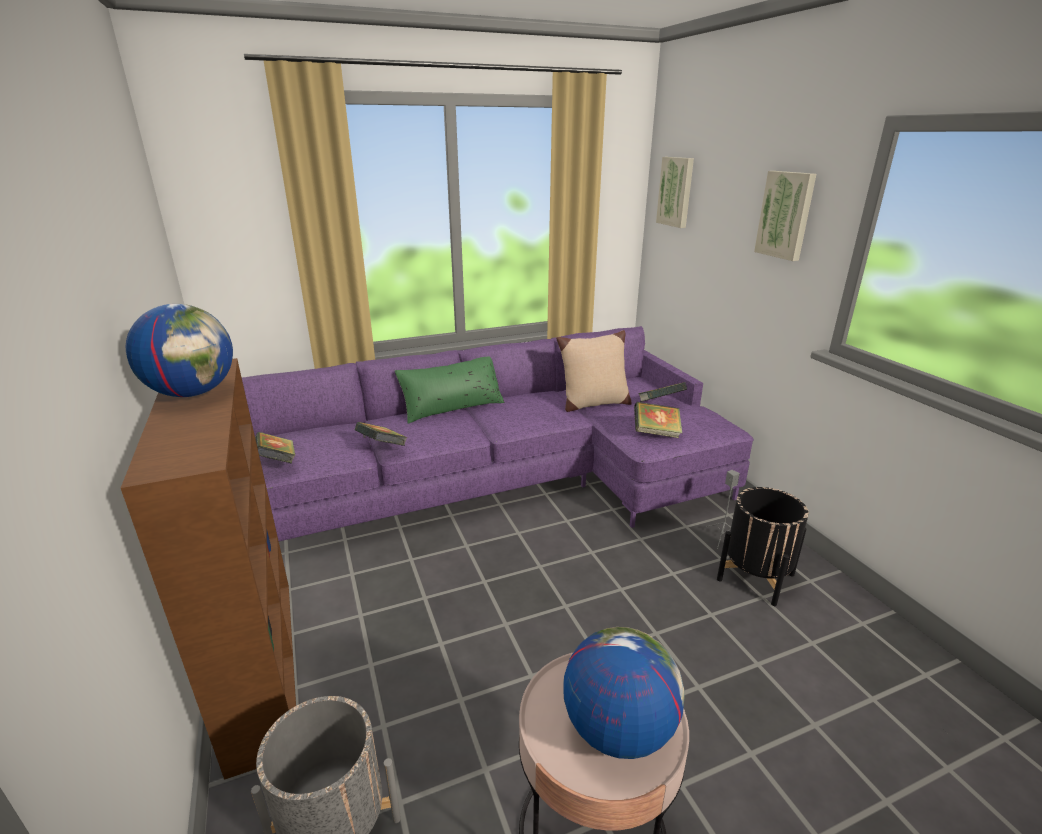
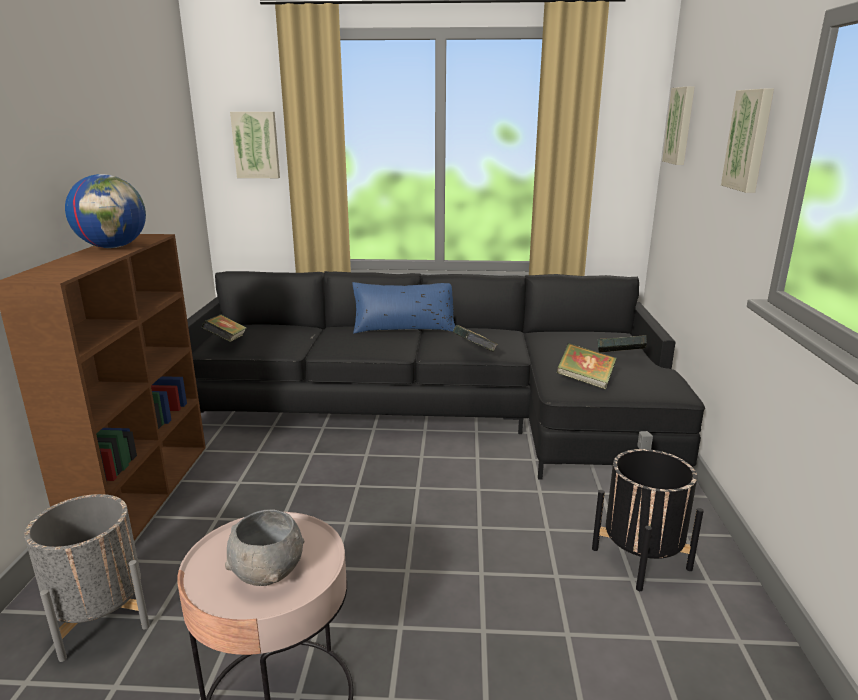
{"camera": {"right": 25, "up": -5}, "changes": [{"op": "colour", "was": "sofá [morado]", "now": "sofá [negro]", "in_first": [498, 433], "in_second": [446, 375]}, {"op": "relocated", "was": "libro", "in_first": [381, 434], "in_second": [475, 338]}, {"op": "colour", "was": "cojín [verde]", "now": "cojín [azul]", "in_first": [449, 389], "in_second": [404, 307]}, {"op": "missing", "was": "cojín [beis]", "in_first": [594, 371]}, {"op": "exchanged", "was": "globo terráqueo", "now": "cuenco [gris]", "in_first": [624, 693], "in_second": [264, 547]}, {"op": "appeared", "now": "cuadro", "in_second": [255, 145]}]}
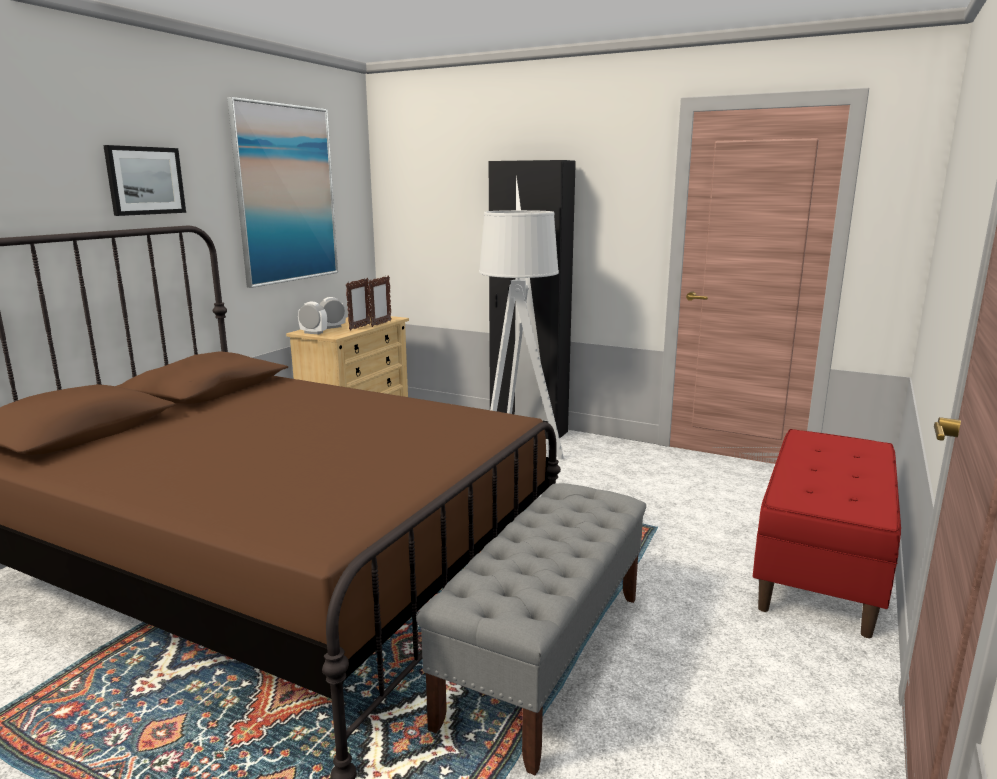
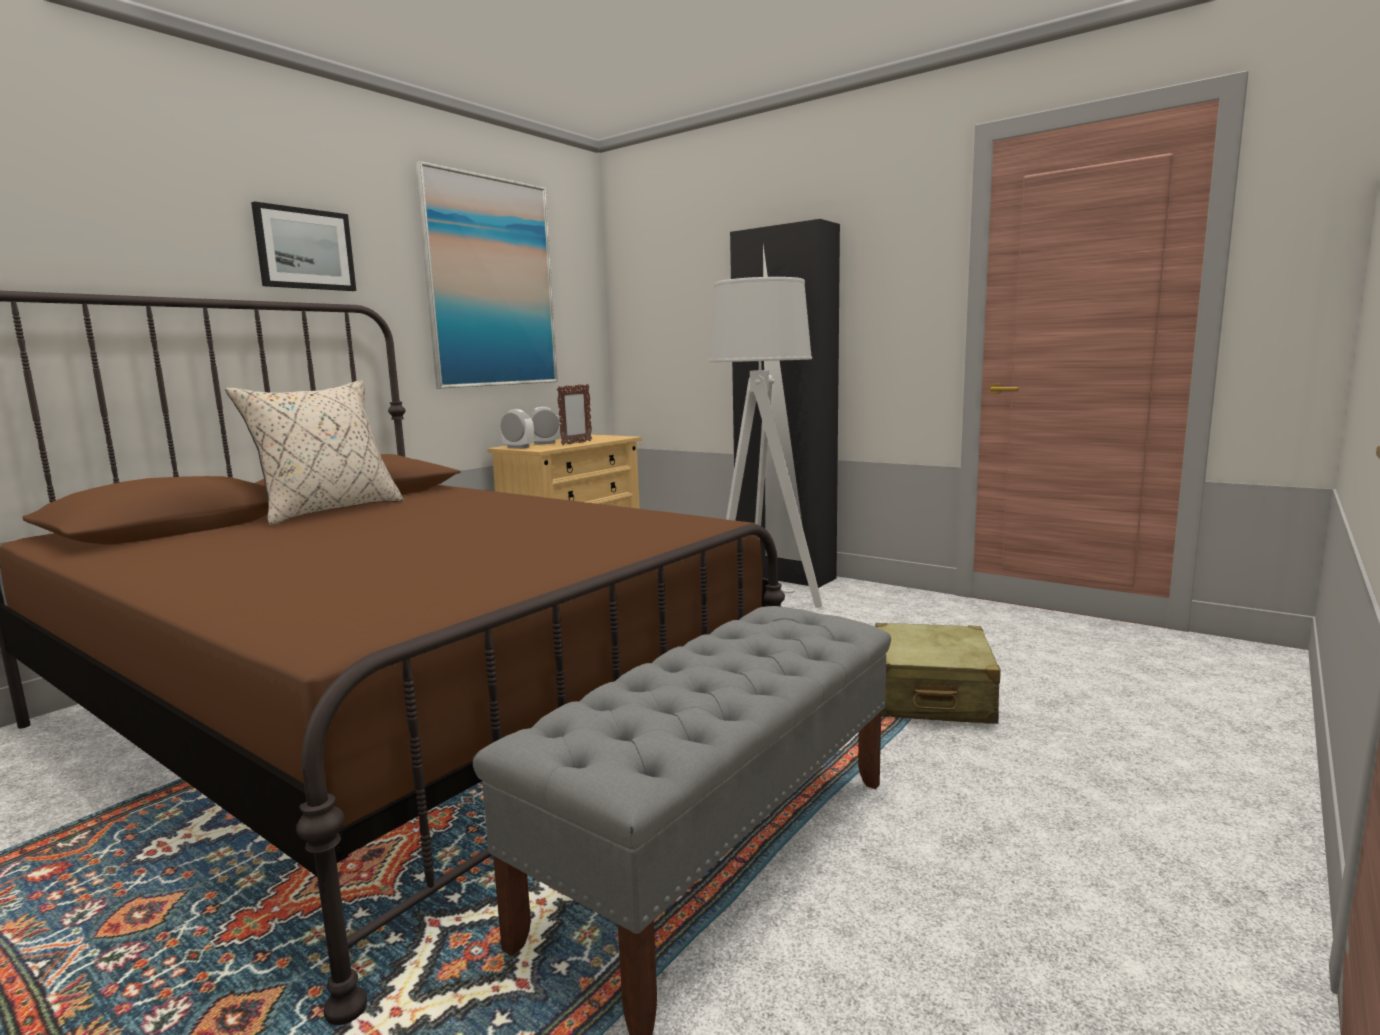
{"camera": {"right": 10, "up": -5}, "changes": [{"op": "missing", "was": "portarretratos", "in_first": [380, 301]}, {"op": "missing", "was": "banco [rojo]", "in_first": [827, 533]}, {"op": "appeared", "now": "cojín [beis]", "in_second": [314, 452]}, {"op": "appeared", "now": "maleta [beis]", "in_second": [938, 673]}]}
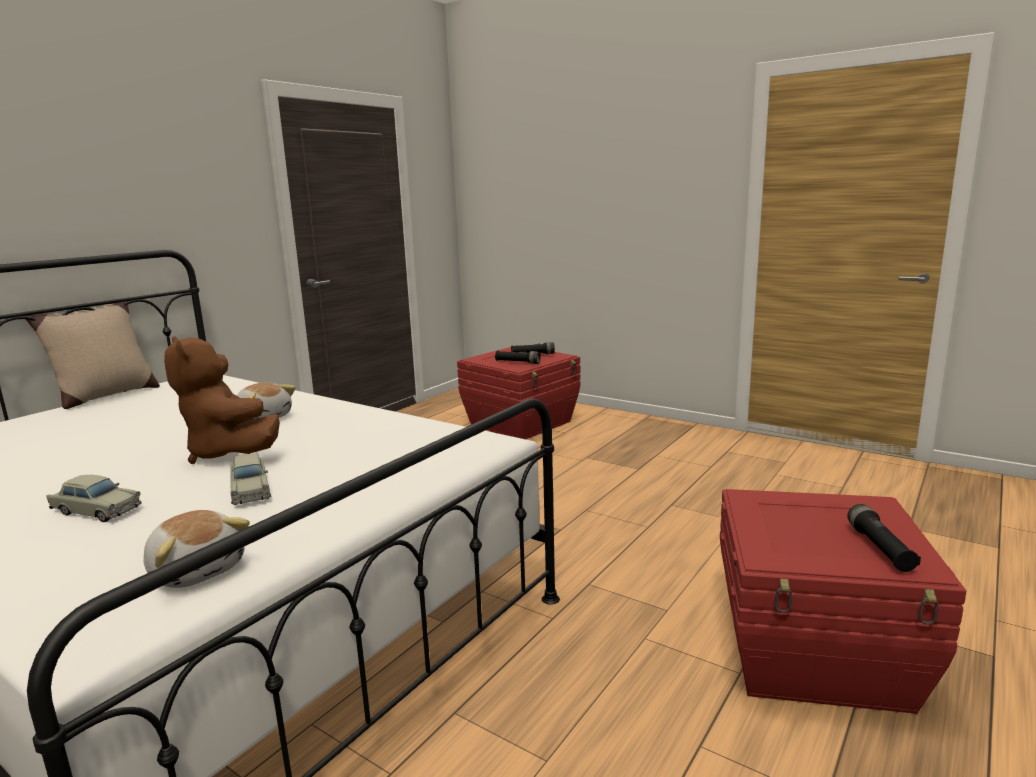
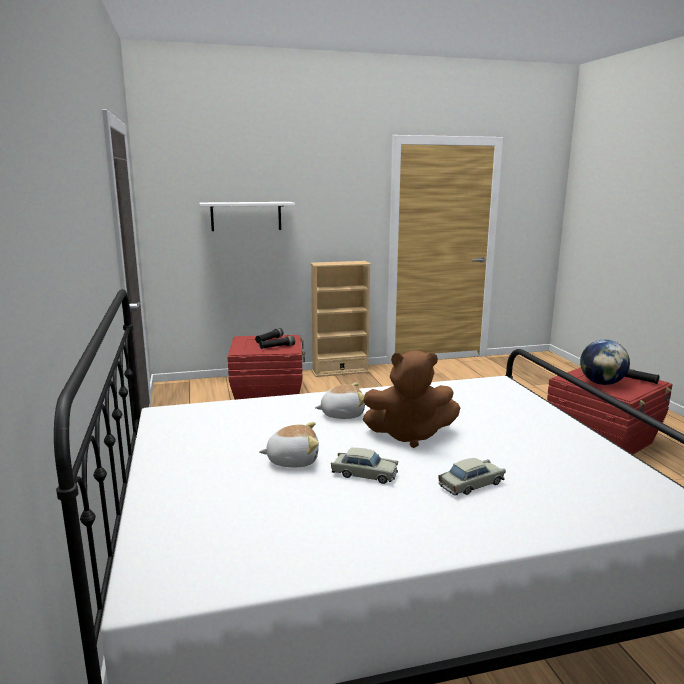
{"camera": {"right": -50, "up": 0}, "changes": [{"op": "missing", "was": "cojín [beis]", "in_first": [93, 355]}, {"op": "relocated", "was": "peluche", "in_first": [196, 549], "in_second": [289, 444]}, {"op": "relocated", "was": "coche de juguete [beis]", "in_first": [250, 479], "in_second": [364, 466]}, {"op": "appeared", "now": "estante [blanco]", "in_second": [247, 216]}, {"op": "appeared", "now": "estantería [beis]", "in_second": [340, 319]}, {"op": "appeared", "now": "globo terráqueo", "in_second": [605, 362]}]}
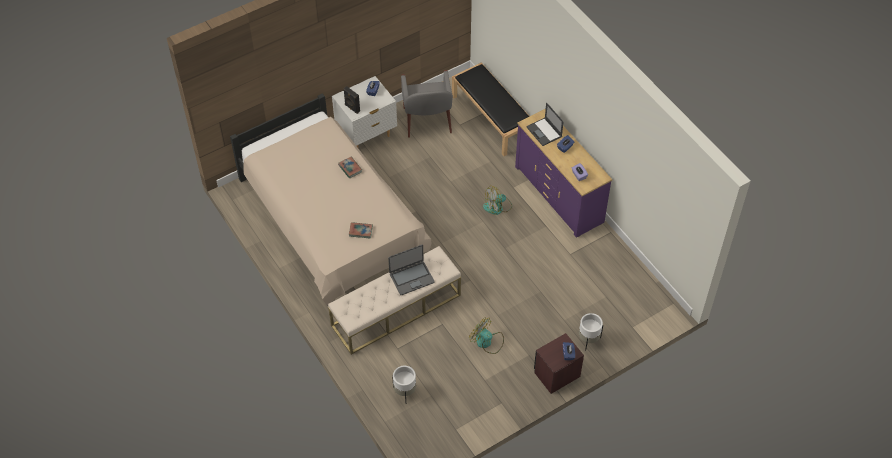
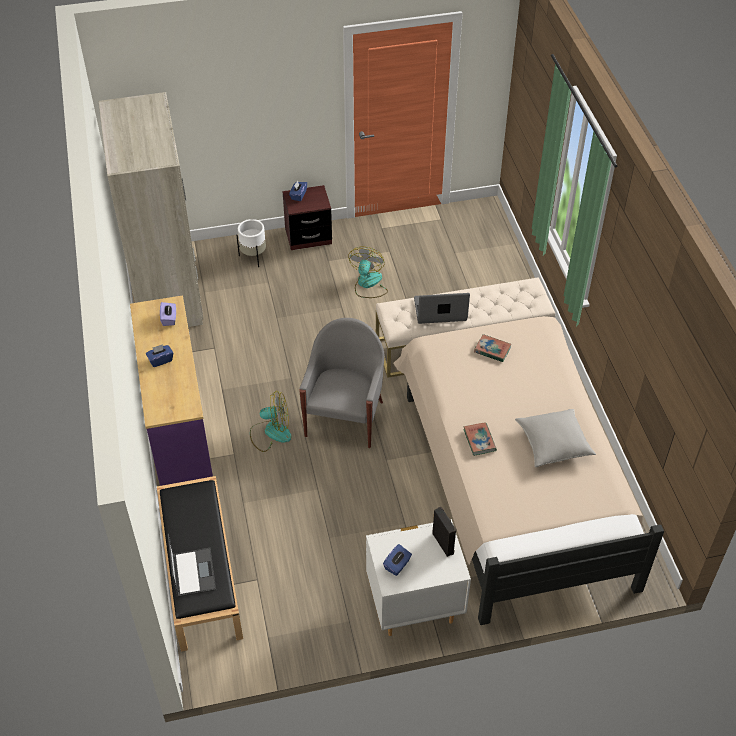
{"camera": {"right": -160, "up": -5}, "changes": [{"op": "missing", "was": "maceta [blanco]", "in_first": [404, 383]}, {"op": "relocated", "was": "sillón [gris]", "in_first": [427, 104], "in_second": [342, 383]}, {"op": "spun", "was": "ventilador", "in_first": [486, 335], "in_second": [368, 272], "clockwise": -135}, {"op": "relocated", "was": "portátil", "in_first": [545, 124], "in_second": [192, 565]}, {"op": "appeared", "now": "armario ropero [beis]", "in_second": [151, 209]}, {"op": "appeared", "now": "cojín [gris]", "in_second": [555, 438]}]}
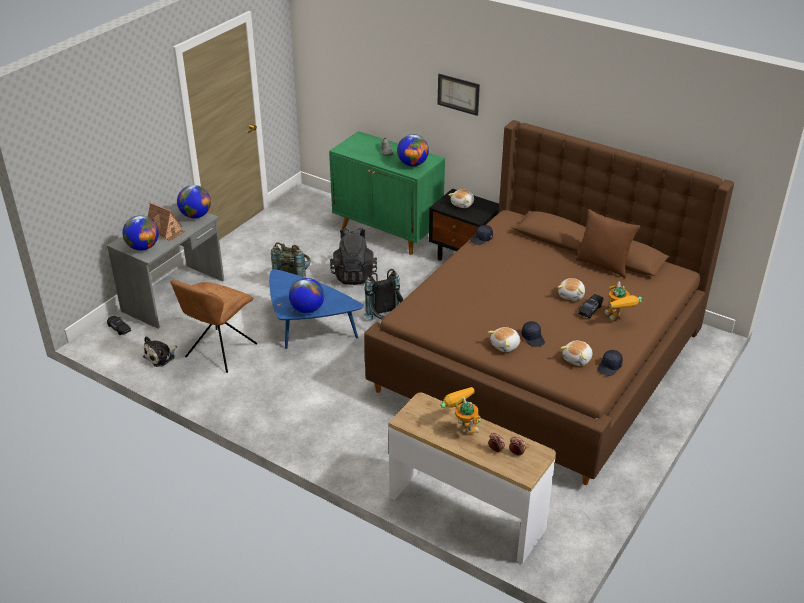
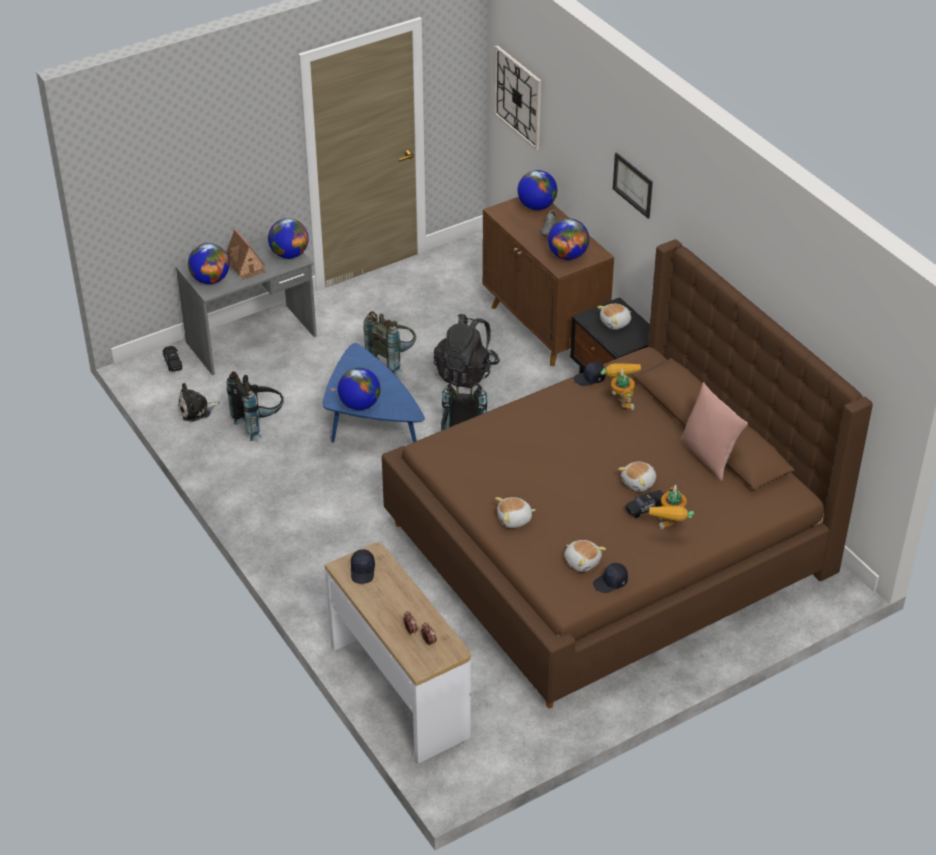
{"camera": {"right": 25, "up": 5}, "changes": [{"op": "exchanged", "was": "silla [marrón]", "now": "mochila [negro]", "in_first": [214, 326], "in_second": [255, 406]}, {"op": "colour", "was": "armario [verde]", "now": "armario [marrón]", "in_first": [387, 193], "in_second": [548, 281]}, {"op": "relocated", "was": "robot de juguete", "in_first": [460, 410], "in_second": [621, 386]}, {"op": "relocated", "was": "gorra [negro]", "in_first": [533, 334], "in_second": [363, 566]}, {"op": "spun", "was": "peluche", "in_first": [576, 353], "in_second": [585, 556], "clockwise": -105}, {"op": "colour", "was": "cojín [marrón]", "now": "cojín [rosa]", "in_first": [607, 243], "in_second": [714, 431]}, {"op": "appeared", "now": "reloj de pared", "in_second": [517, 97]}, {"op": "appeared", "now": "globo terráqueo", "in_second": [537, 190]}]}
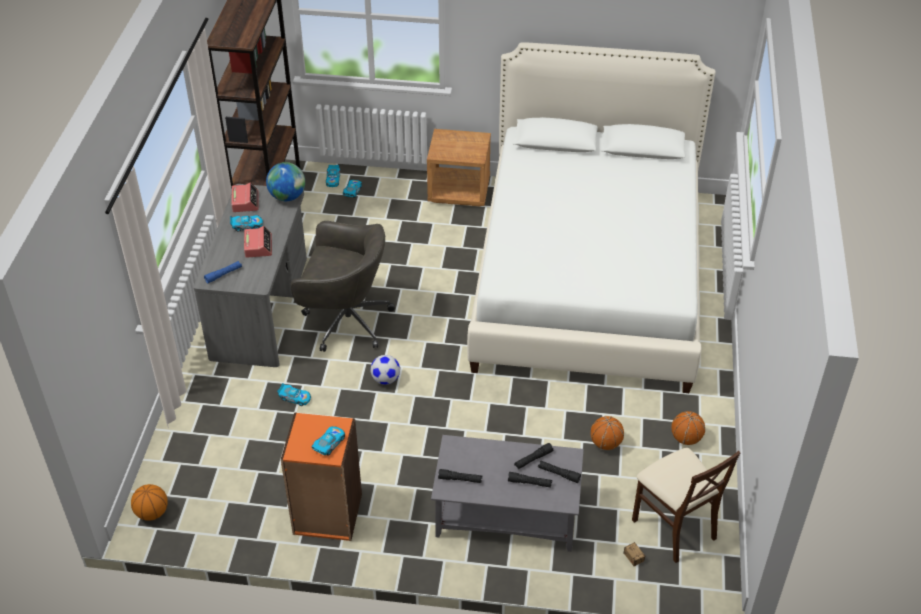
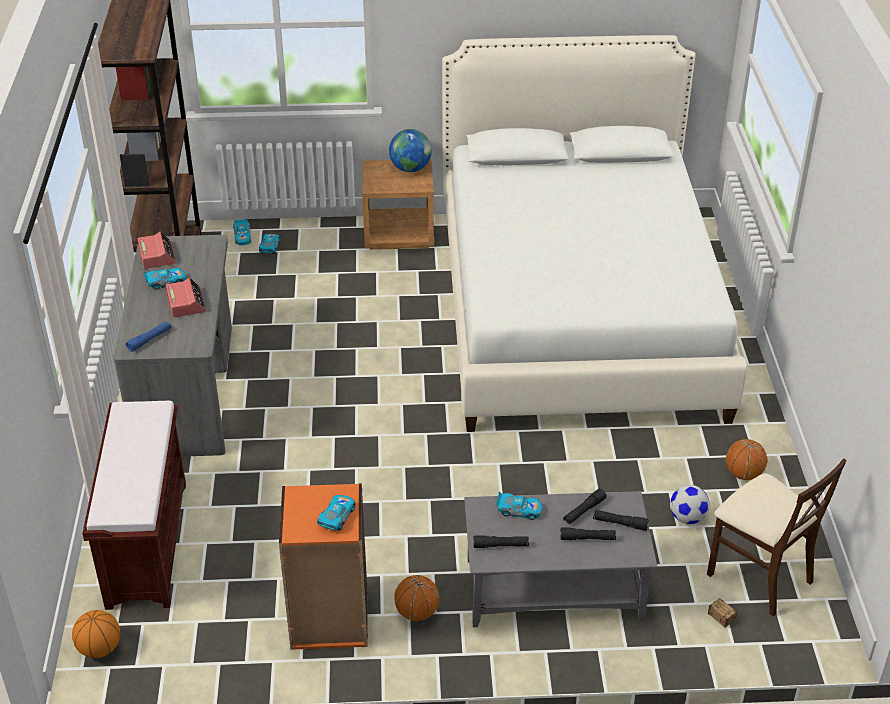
{"camera": {"right": -10, "up": -5}, "changes": [{"op": "relocated", "was": "globo terráqueo", "in_first": [285, 181], "in_second": [410, 150]}, {"op": "relocated", "was": "coche de juguete", "in_first": [294, 394], "in_second": [519, 506]}, {"op": "missing", "was": "silla de oficina [gris]", "in_first": [343, 286]}, {"op": "relocated", "was": "balón de fútbol", "in_first": [385, 369], "in_second": [690, 504]}, {"op": "relocated", "was": "balón de baloncesto", "in_first": [607, 433], "in_second": [416, 598]}, {"op": "appeared", "now": "banco [marrón]", "in_second": [134, 505]}]}
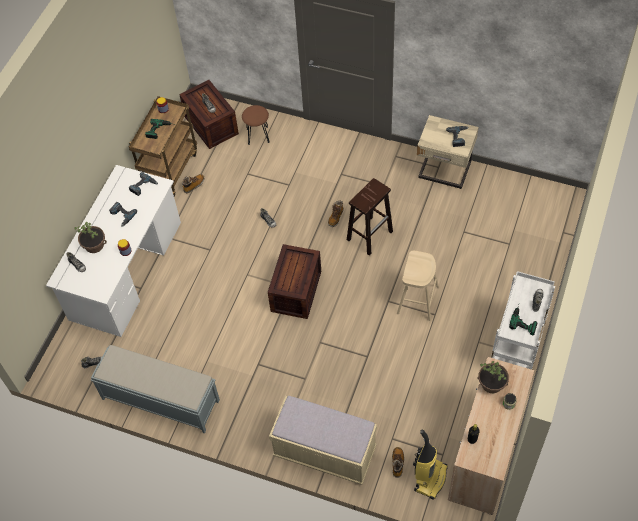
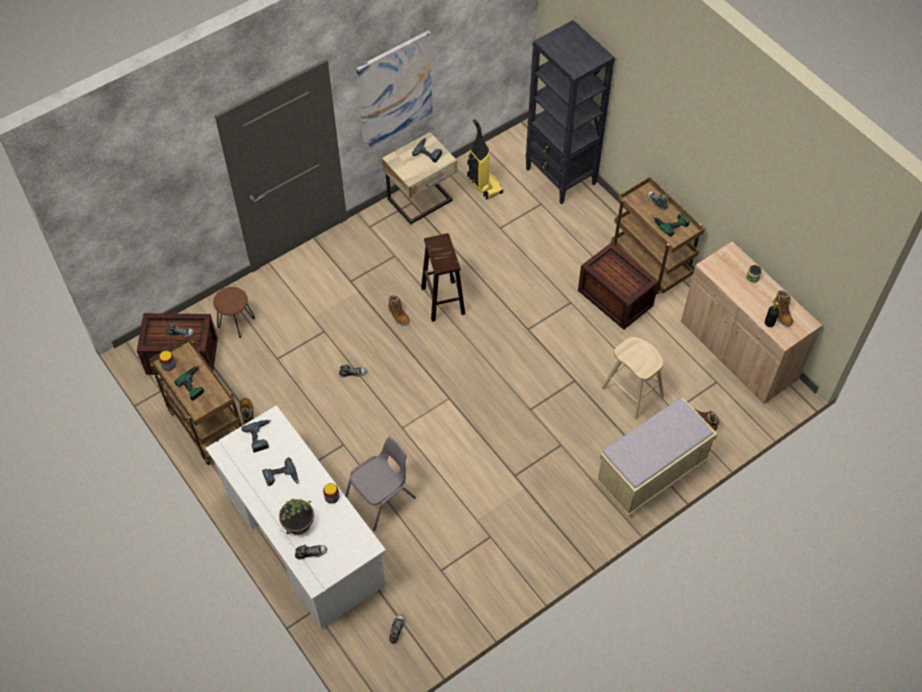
{"camera": {"right": -60, "up": 0}, "changes": [{"op": "missing", "was": "banco [gris]", "in_first": [155, 389]}, {"op": "relocated", "was": "caja de embalaje", "in_first": [294, 281], "in_second": [618, 286]}, {"op": "relocated", "was": "taburete [beis]", "in_first": [418, 286], "in_second": [633, 378]}, {"op": "relocated", "was": "aspiradora", "in_first": [430, 464], "in_second": [485, 160]}, {"op": "missing", "was": "planta en maceta", "in_first": [493, 377]}, {"op": "colour", "was": "carrito [blanco]", "now": "carrito [marrón]", "in_first": [523, 320], "in_second": [658, 235]}, {"op": "appeared", "now": "silla [gris]", "in_second": [380, 483]}, {"op": "appeared", "now": "cuadro", "in_second": [394, 90]}, {"op": "appeared", "now": "estantería [negro]", "in_second": [570, 112]}, {"op": "appeared", "now": "bota", "in_second": [783, 308]}]}
